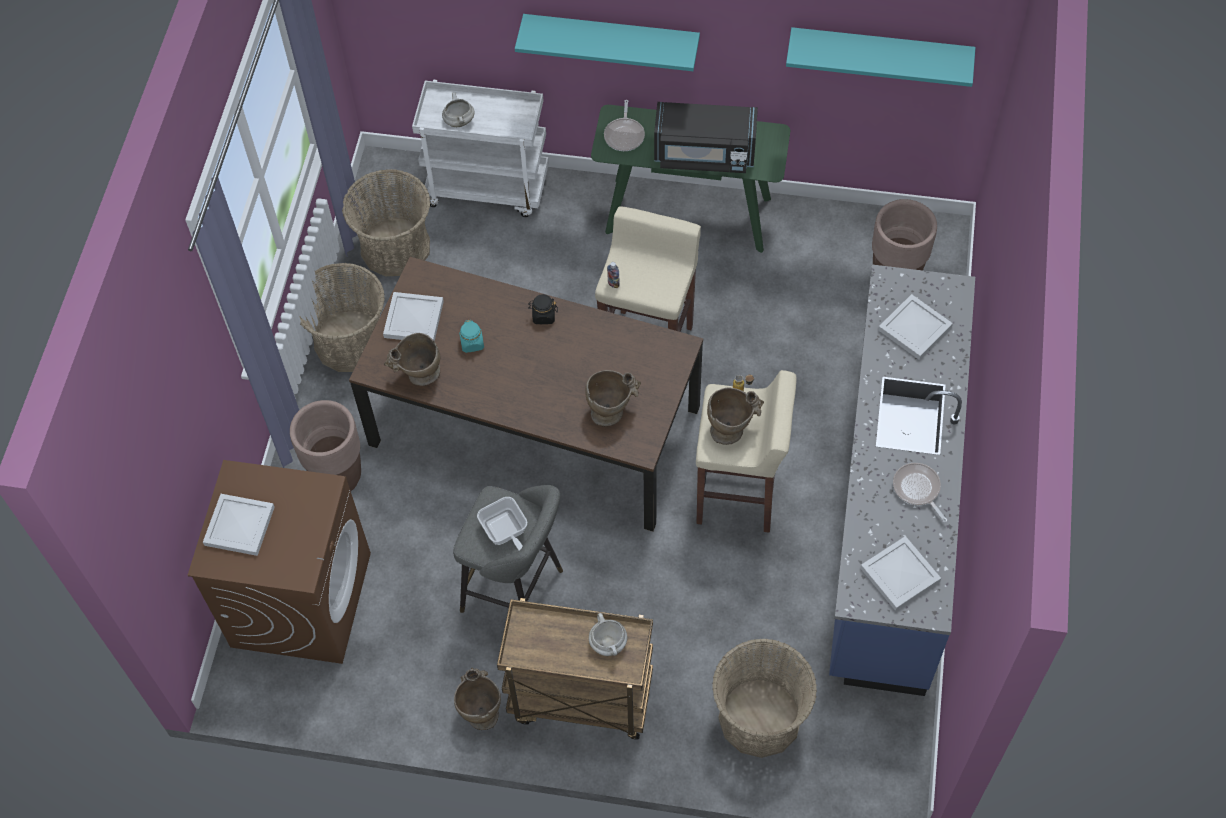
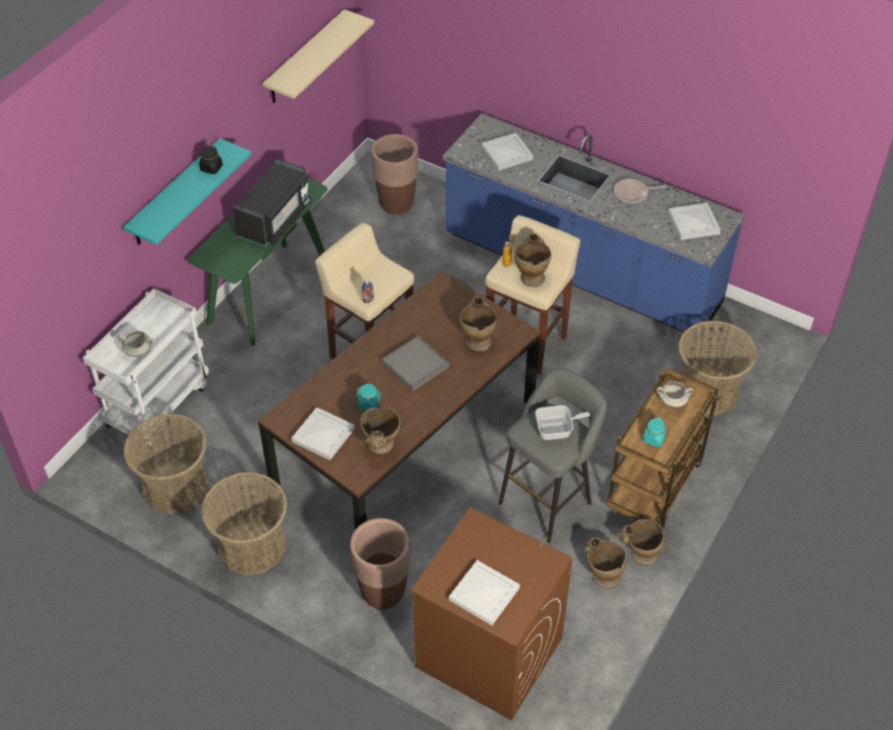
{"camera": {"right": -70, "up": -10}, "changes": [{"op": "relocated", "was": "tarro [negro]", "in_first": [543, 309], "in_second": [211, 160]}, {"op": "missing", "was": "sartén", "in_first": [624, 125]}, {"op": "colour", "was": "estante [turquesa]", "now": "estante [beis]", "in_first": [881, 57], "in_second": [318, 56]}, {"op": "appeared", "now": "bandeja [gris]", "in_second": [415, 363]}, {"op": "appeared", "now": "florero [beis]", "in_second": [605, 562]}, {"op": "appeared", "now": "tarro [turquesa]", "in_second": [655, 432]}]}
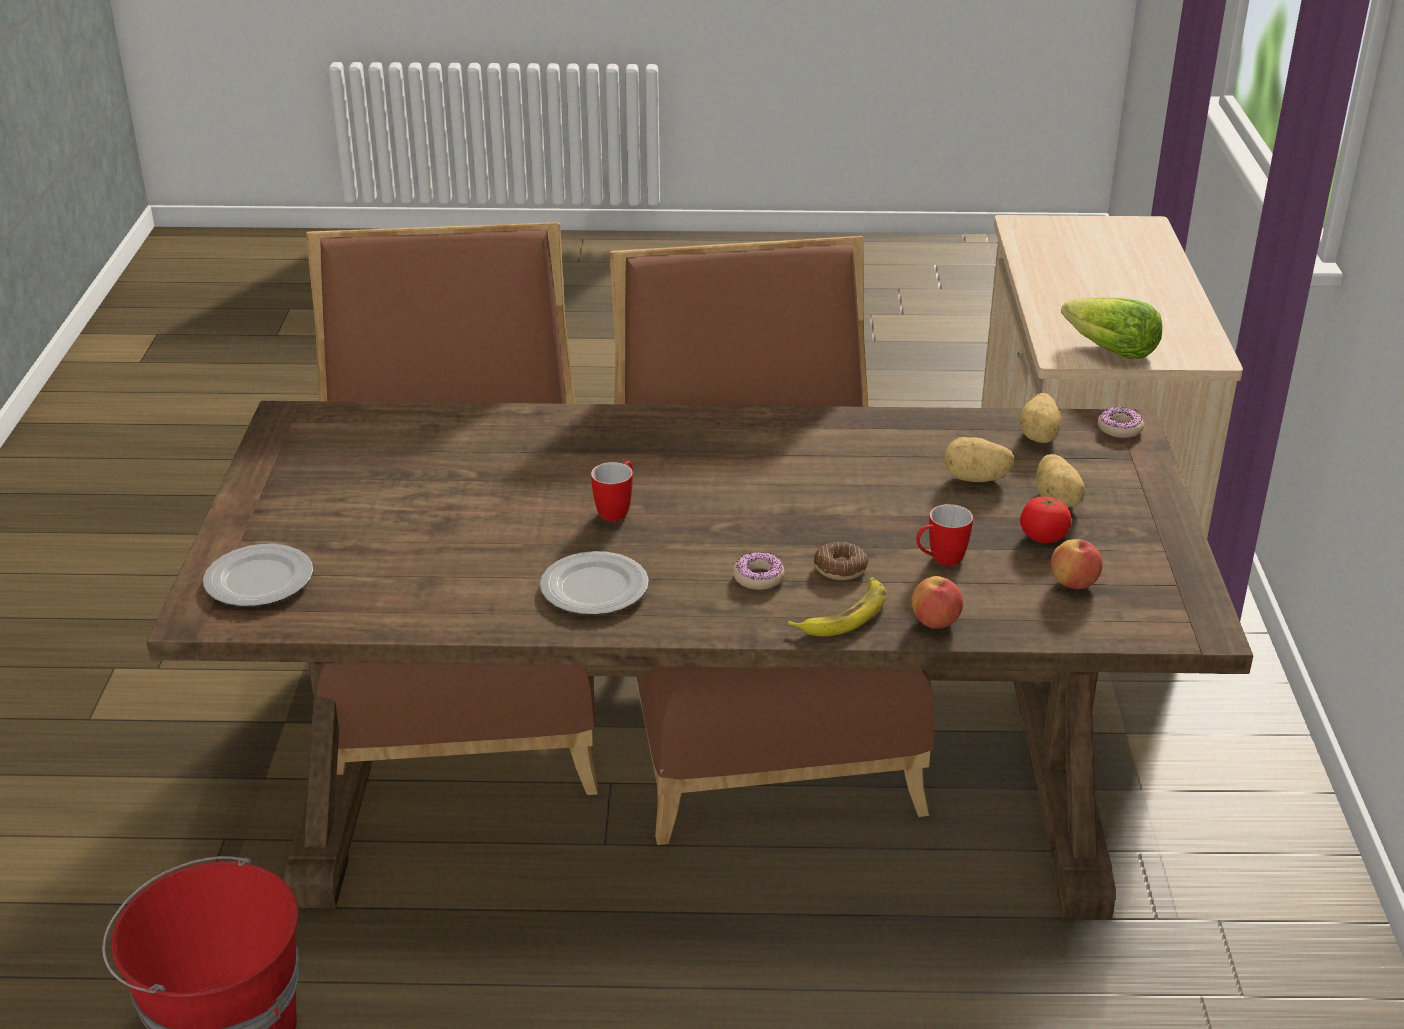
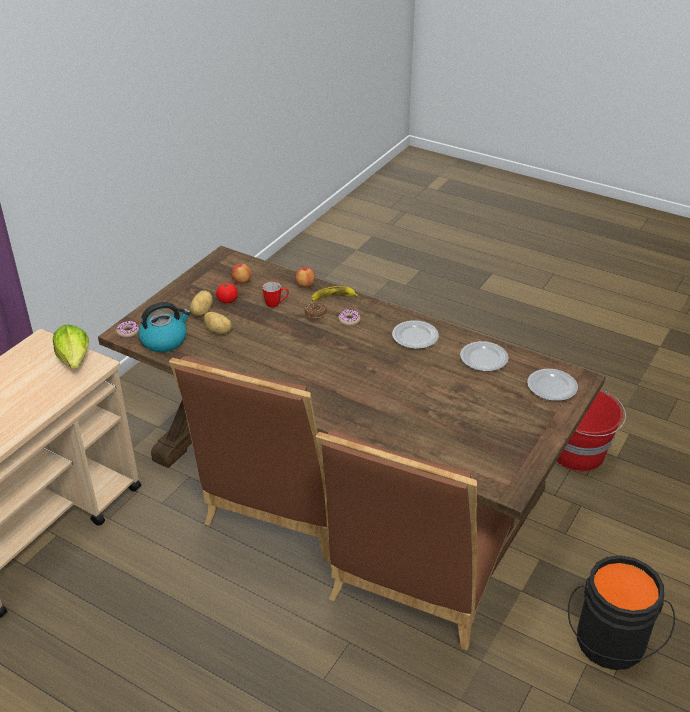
{"camera": {"right": -150, "up": 5}, "changes": [{"op": "missing", "was": "taza grande", "in_first": [612, 491]}, {"op": "exchanged", "was": "patata", "now": "hervidor", "in_first": [1040, 418], "in_second": [164, 327]}, {"op": "appeared", "now": "plato", "in_second": [484, 356]}, {"op": "appeared", "now": "cubo [negro]", "in_second": [621, 612]}]}
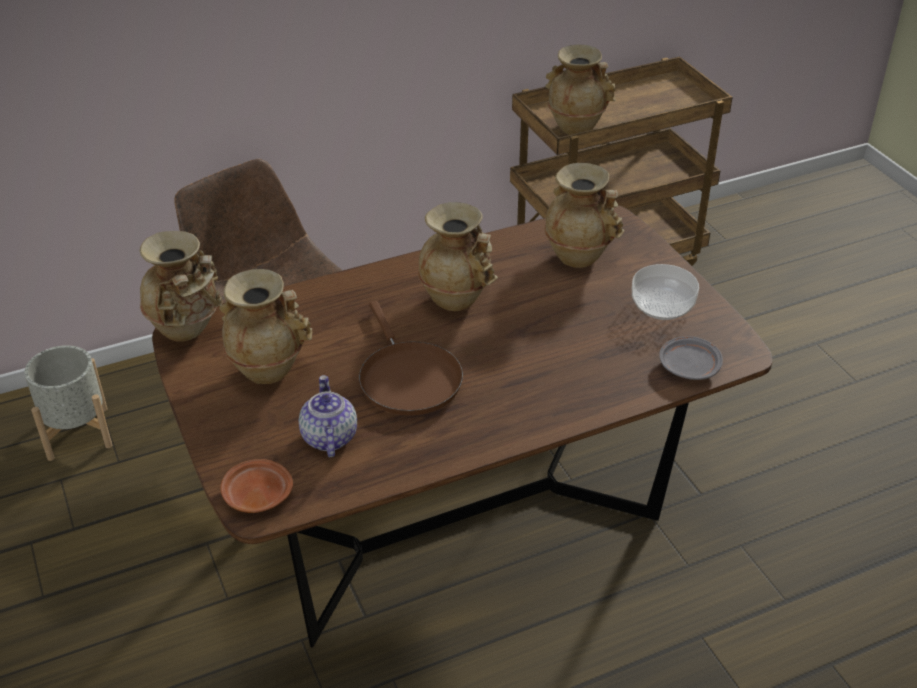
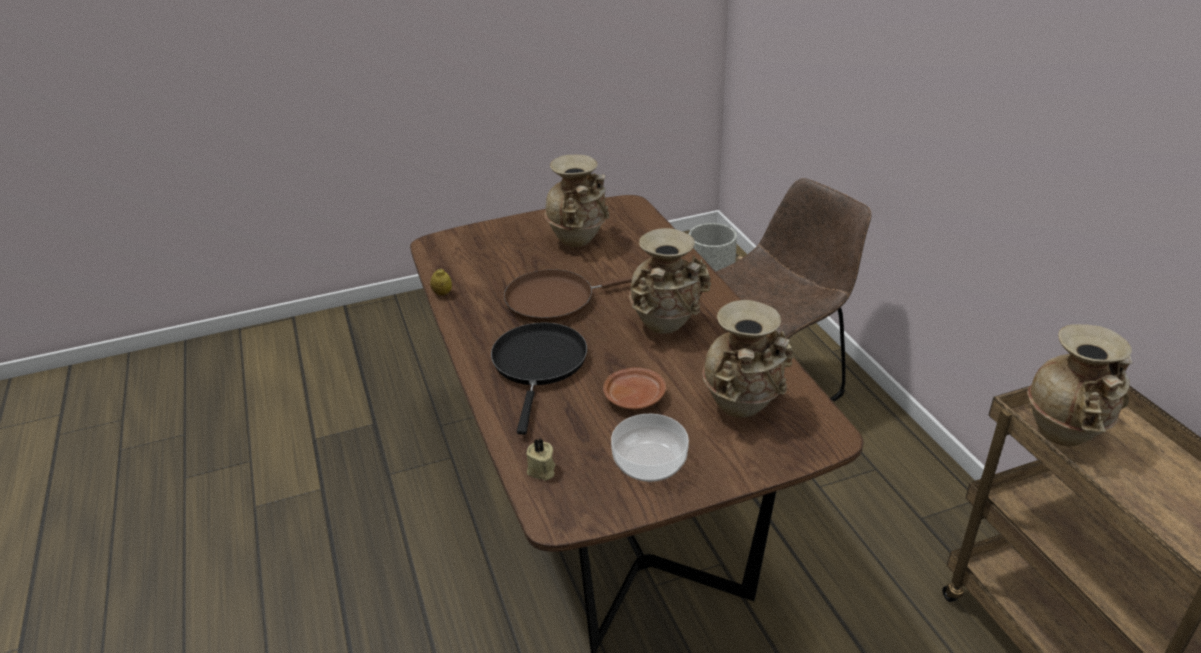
{"camera": {"right": 95, "up": -5}, "changes": [{"op": "missing", "was": "florero [beis]", "in_first": [181, 286]}, {"op": "relocated", "was": "plato [marrón]", "in_first": [256, 486], "in_second": [634, 388]}, {"op": "missing", "was": "tetera", "in_first": [328, 416]}, {"op": "exchanged", "was": "plato [gris]", "now": "vela [beis]", "in_first": [691, 358], "in_second": [540, 459]}, {"op": "appeared", "now": "limón", "in_second": [441, 282]}, {"op": "appeared", "now": "sartén [negro]", "in_second": [539, 378]}]}
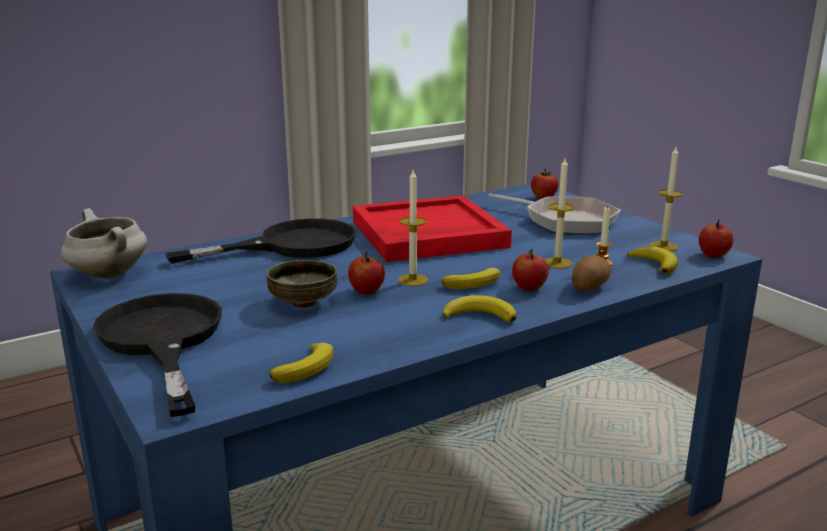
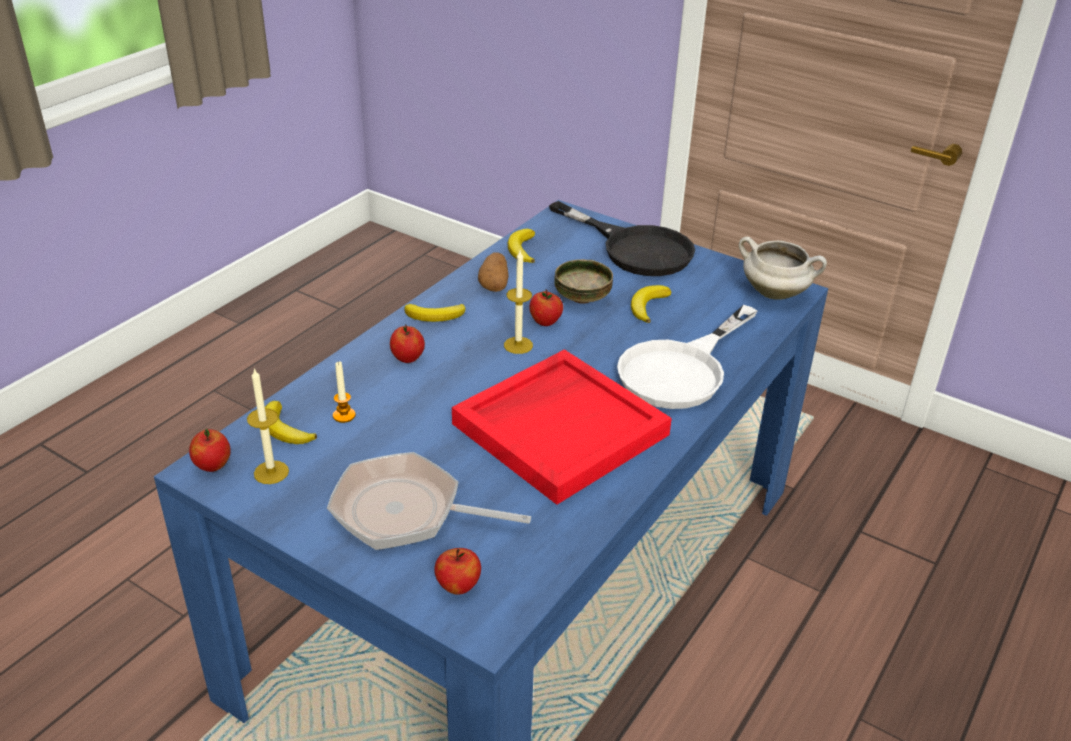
{"camera": {"right": 155, "up": 15}, "changes": [{"op": "colour", "was": "sartén [negro]", "now": "sartén [blanco]", "in_first": [261, 241], "in_second": [687, 357]}, {"op": "relocated", "was": "plátano", "in_first": [471, 278], "in_second": [651, 304]}, {"op": "missing", "was": "vela", "in_first": [559, 213]}, {"op": "relocated", "was": "patata", "in_first": [591, 273], "in_second": [493, 272]}]}
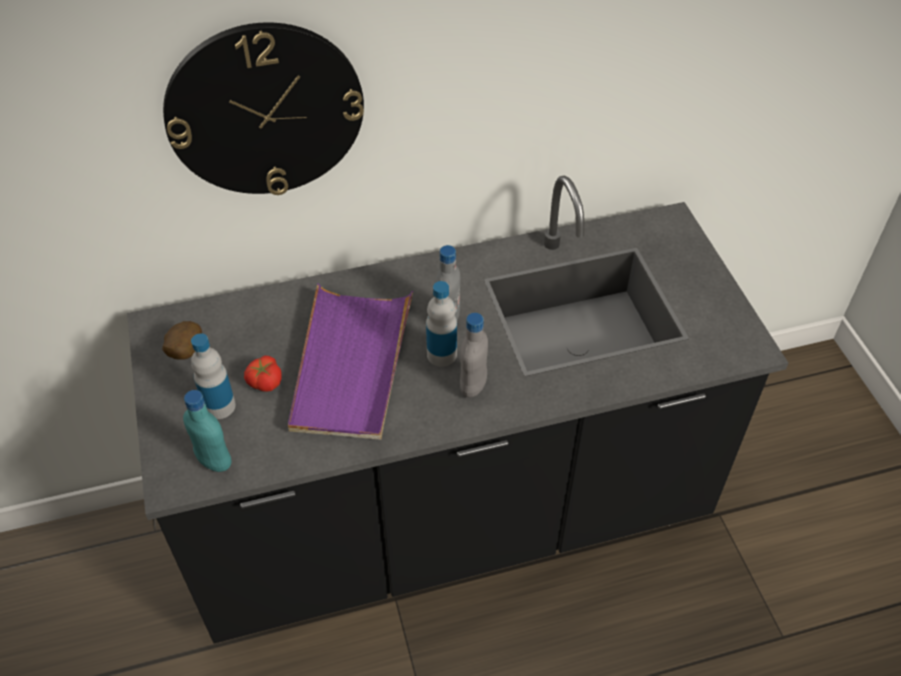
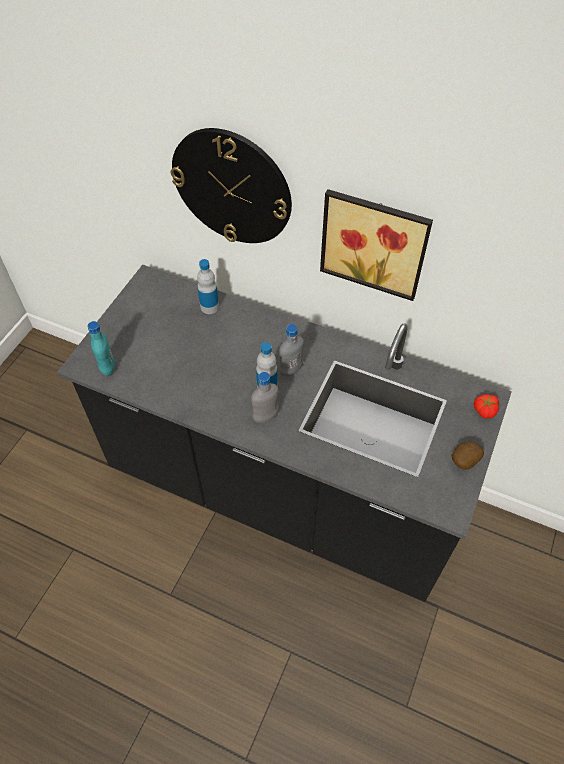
{"camera": {"right": 40, "up": 5}, "changes": [{"op": "relocated", "was": "patata", "in_first": [182, 340], "in_second": [468, 456]}, {"op": "relocated", "was": "botella", "in_first": [213, 376], "in_second": [208, 286]}, {"op": "relocated", "was": "tomate", "in_first": [262, 374], "in_second": [486, 406]}, {"op": "missing", "was": "bandeja [morado]", "in_first": [350, 361]}, {"op": "appeared", "now": "cuadro", "in_second": [376, 245]}]}
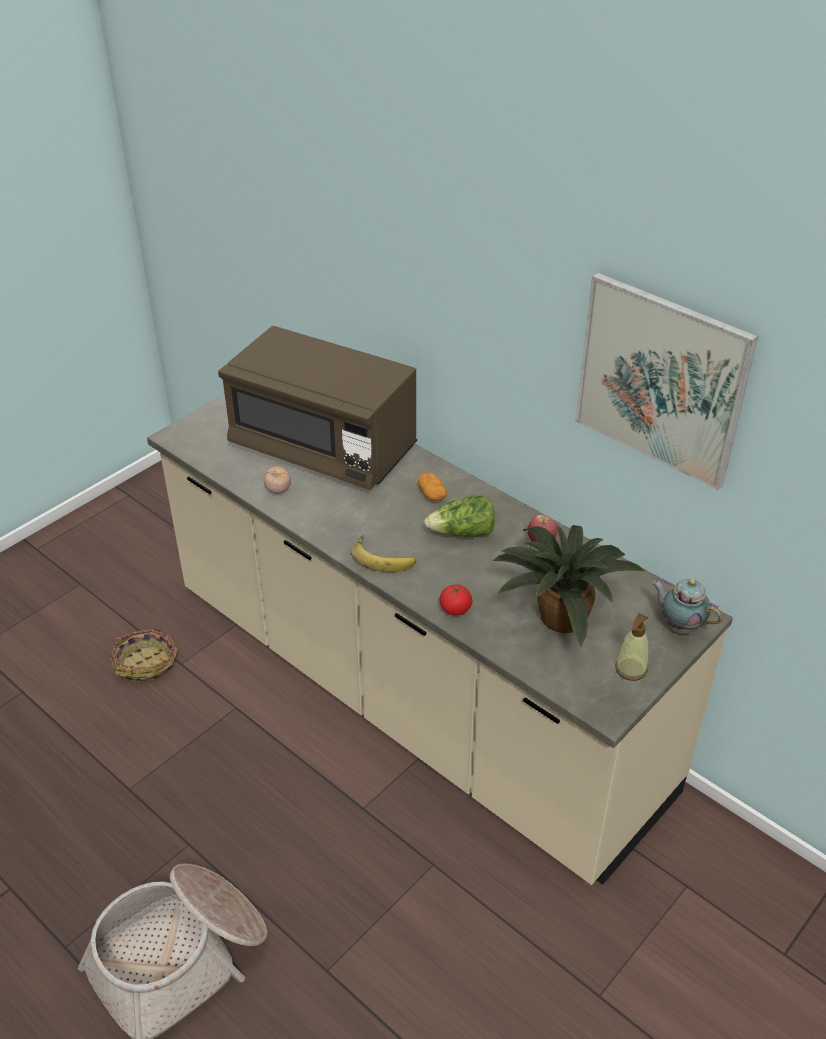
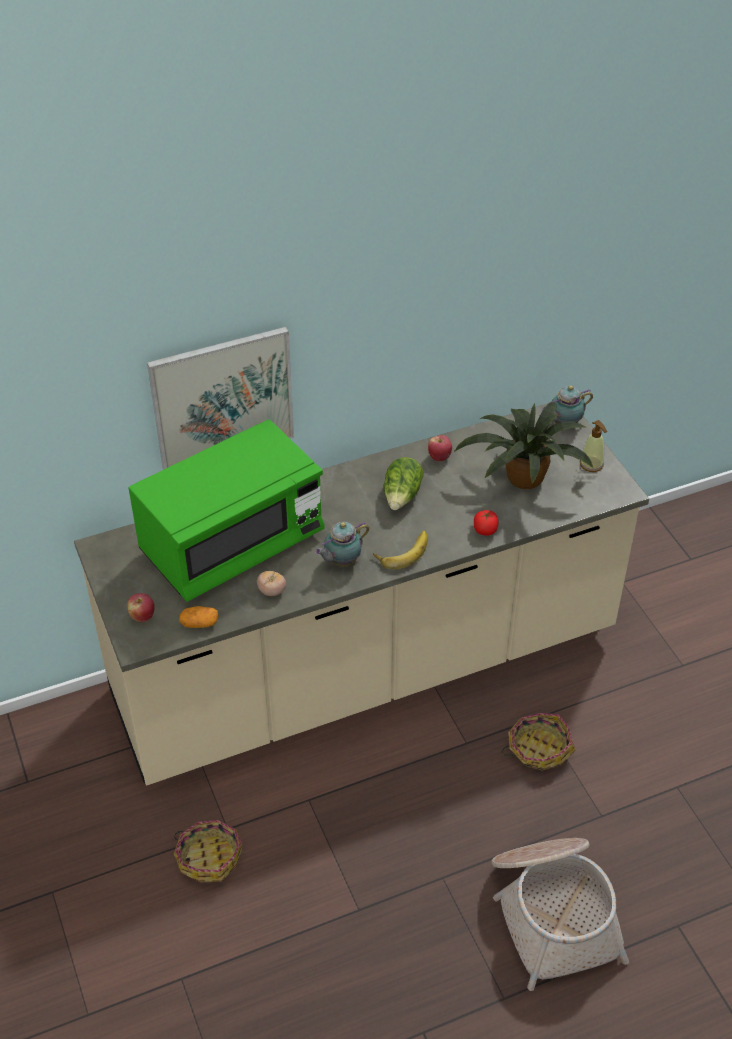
{"camera": {"right": -65, "up": 5}, "changes": [{"op": "colour", "was": "microondas [marrón]", "now": "microondas [verde]", "in_first": [317, 408], "in_second": [227, 510]}, {"op": "relocated", "was": "patata", "in_first": [432, 486], "in_second": [199, 617]}, {"op": "relocated", "was": "cuadro", "in_first": [666, 381], "in_second": [220, 398]}, {"op": "appeared", "now": "manzana", "in_second": [141, 607]}, {"op": "appeared", "now": "tetera", "in_second": [341, 544]}, {"op": "appeared", "now": "cesta", "in_second": [539, 742]}]}
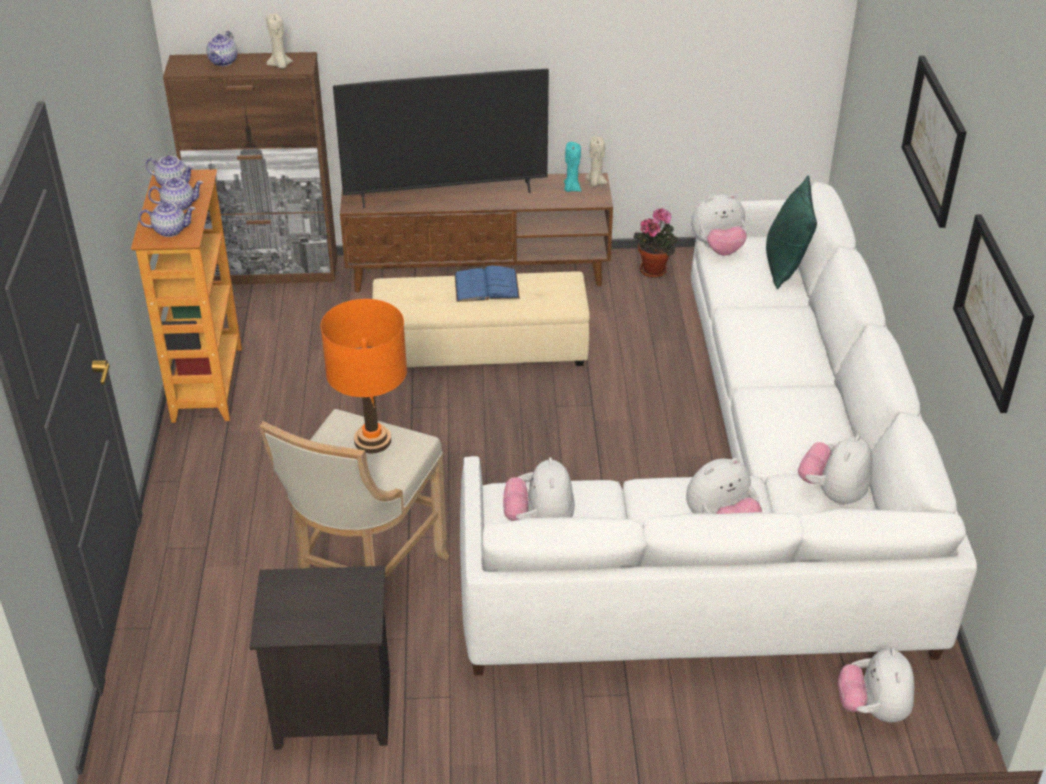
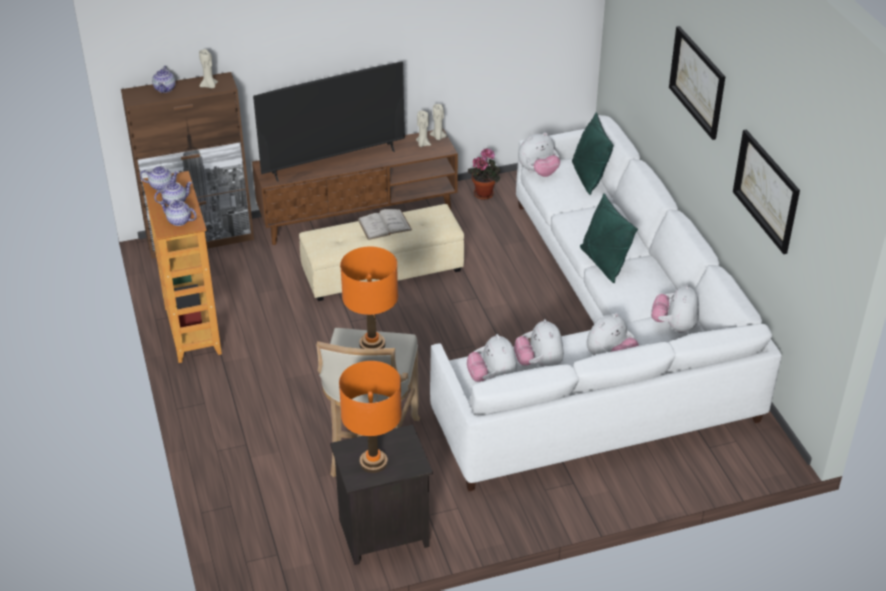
{"camera": {"right": -15, "up": 0}, "changes": [{"op": "spun", "was": "tetera", "in_first": [167, 219], "in_second": [178, 213], "clockwise": -135}, {"op": "colour", "was": "libro [azul]", "now": "libro [blanco]", "in_first": [487, 283], "in_second": [385, 224]}, {"op": "colour", "was": "vela [turquesa]", "now": "vela [beis]", "in_first": [573, 167], "in_second": [423, 129]}, {"op": "relocated", "was": "peluche", "in_first": [876, 685], "in_second": [539, 343]}, {"op": "appeared", "now": "lámpara de mesa [naranja]", "in_second": [370, 417]}, {"op": "appeared", "now": "cojín [verde]", "in_second": [609, 238]}]}
